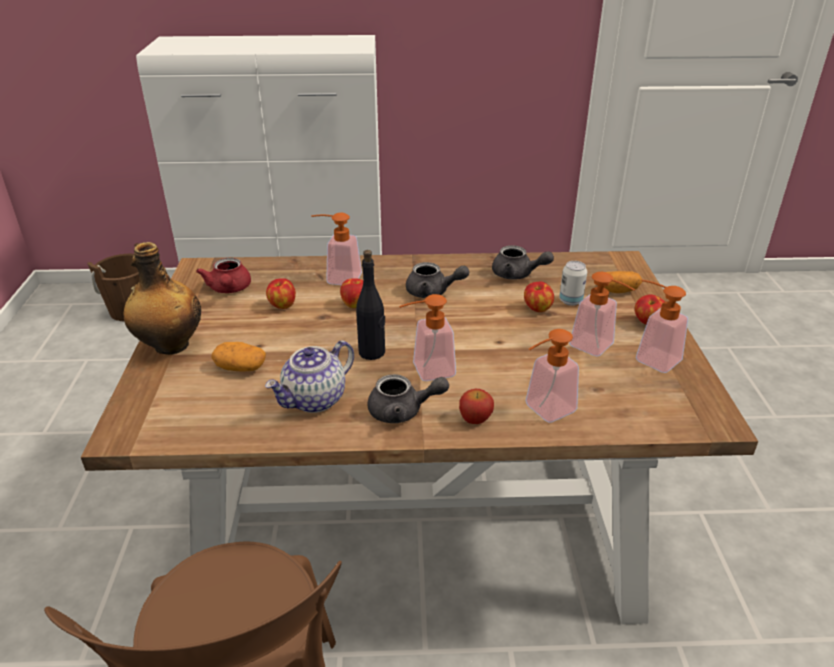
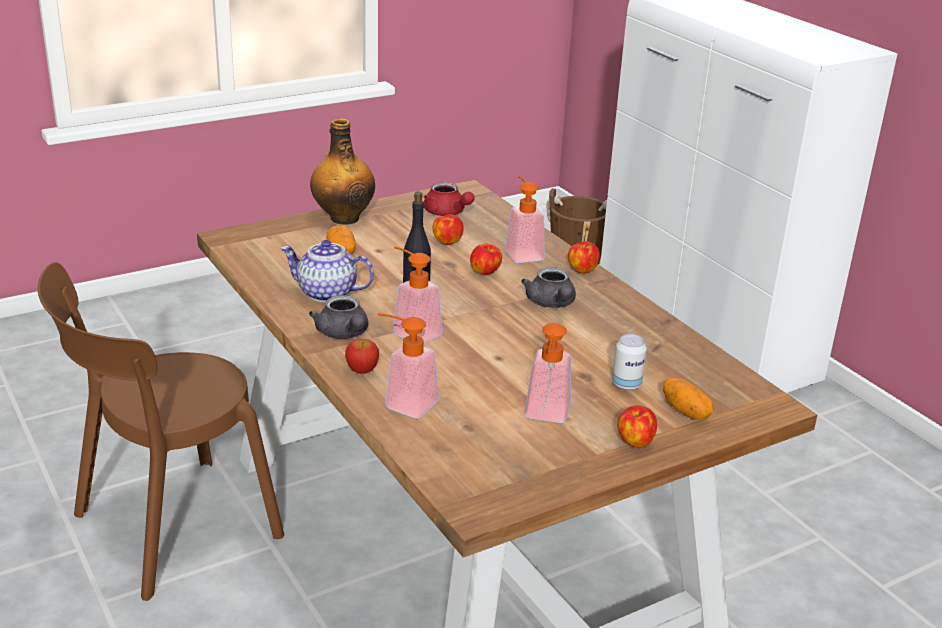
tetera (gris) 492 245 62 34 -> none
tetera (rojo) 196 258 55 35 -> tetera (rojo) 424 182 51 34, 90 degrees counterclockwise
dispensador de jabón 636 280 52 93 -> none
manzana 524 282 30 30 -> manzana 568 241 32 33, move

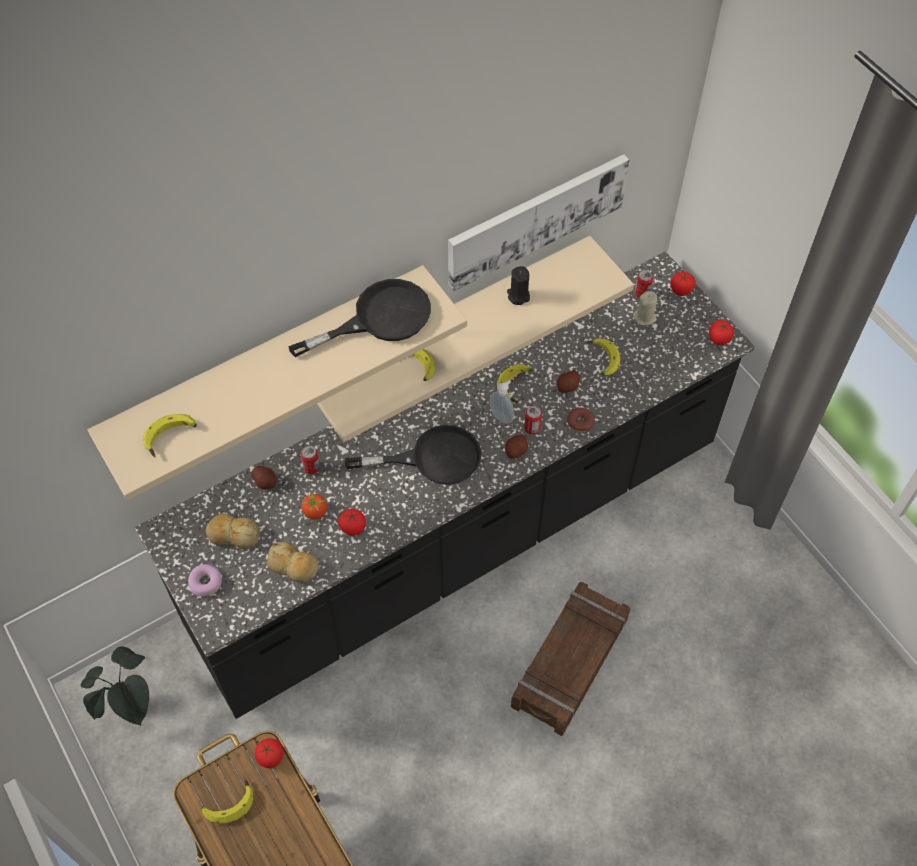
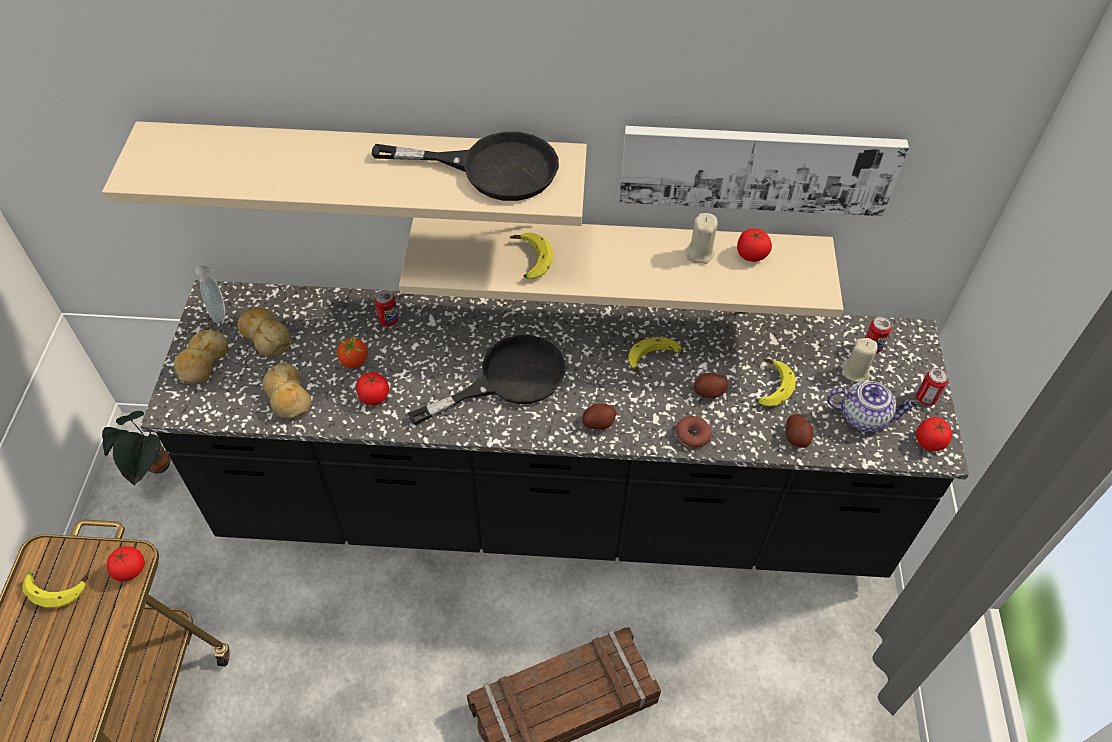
vela (negro) 507 266 23 39 -> vela (beis) 686 213 32 51
tomate 670 272 26 24 -> tomate 737 228 35 34, move
dispensador de jabón 490 380 24 44 -> dispensador de jabón 195 265 30 58, move
lata 524 406 18 29 -> lata 916 368 32 38, move
plátano 143 414 54 44 -> none
sartén (negro) 345 425 136 60 -> sartén (negro) 408 335 158 90, 60 degrees counterclockwise
patata 252 466 24 24 -> patata 786 414 27 34, move
rosquilla 188 564 34 32 -> pan 174 330 54 55
none -> tetera 827 381 90 51

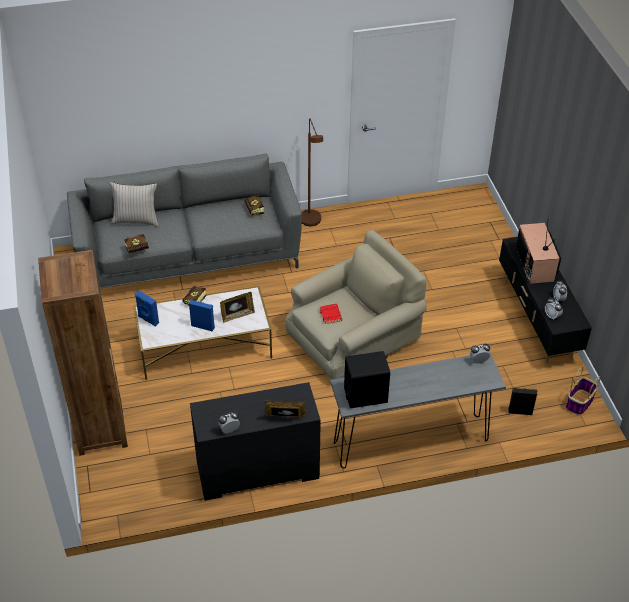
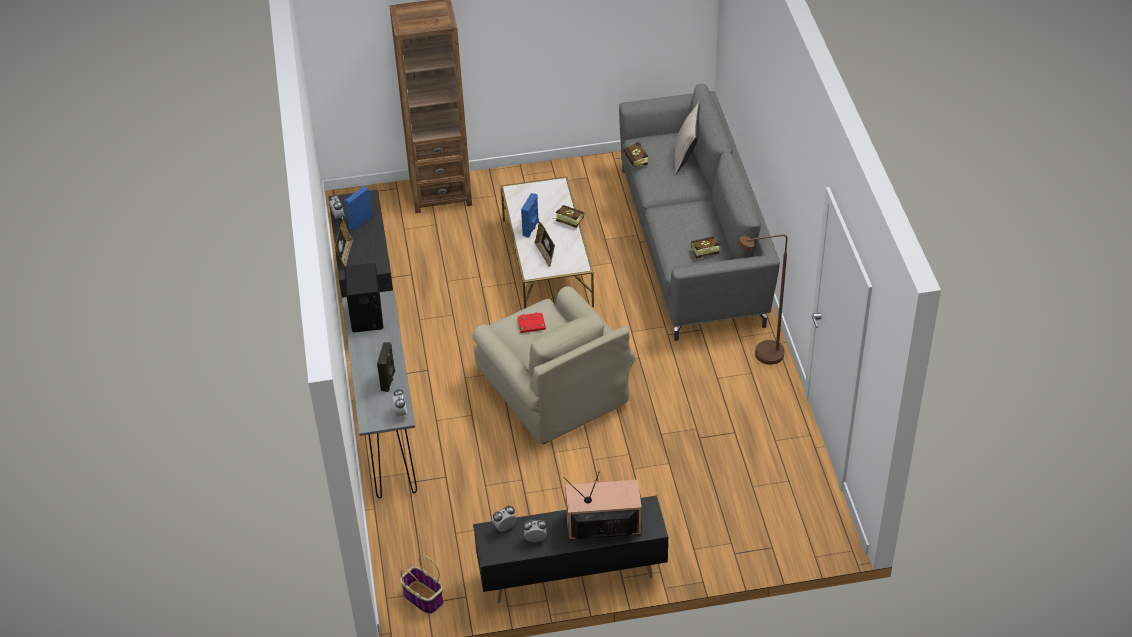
altavoz (azul) 135 291 24 36 -> altavoz (azul) 345 186 27 44, move
altavoz (negro) 508 388 29 27 -> altavoz (negro) 377 342 18 50, move

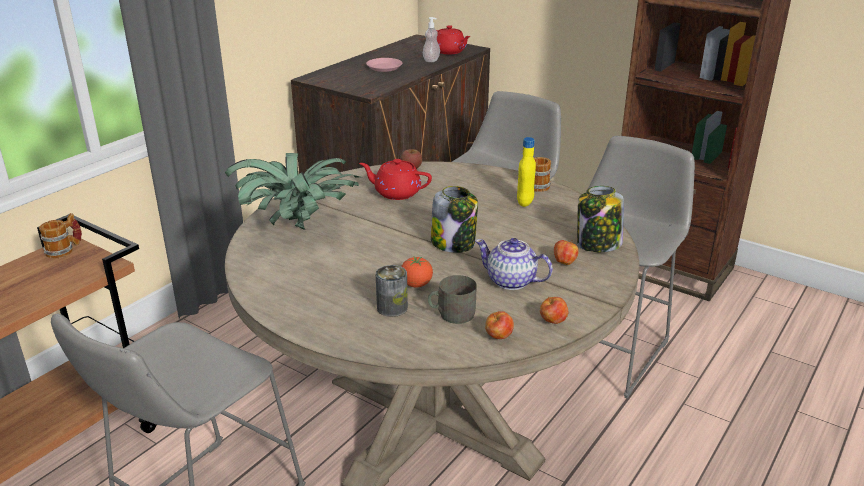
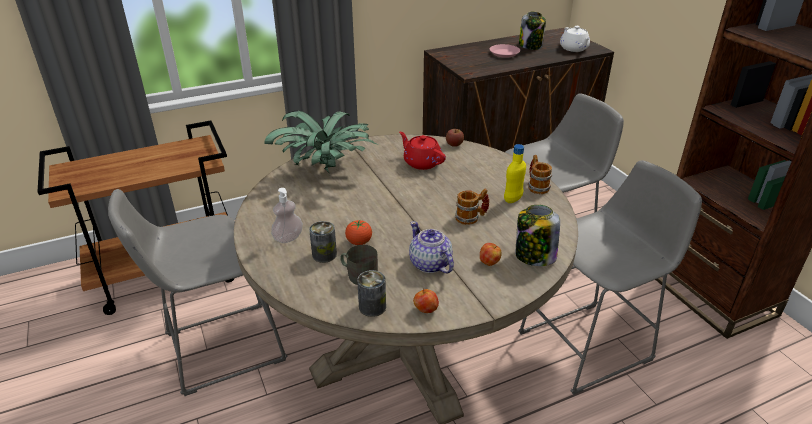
dispensador de jabón 423 17 17 45 -> dispensador de jabón 271 188 32 55, move
tetera (rojo) 437 25 34 29 -> tetera (blanco) 560 26 30 26
tarro 431 186 47 67 -> tarro 519 11 27 39, move
taza grande 39 213 43 46 -> taza grande 455 189 34 36, move
manzana 485 311 29 28 -> lata 357 270 29 47

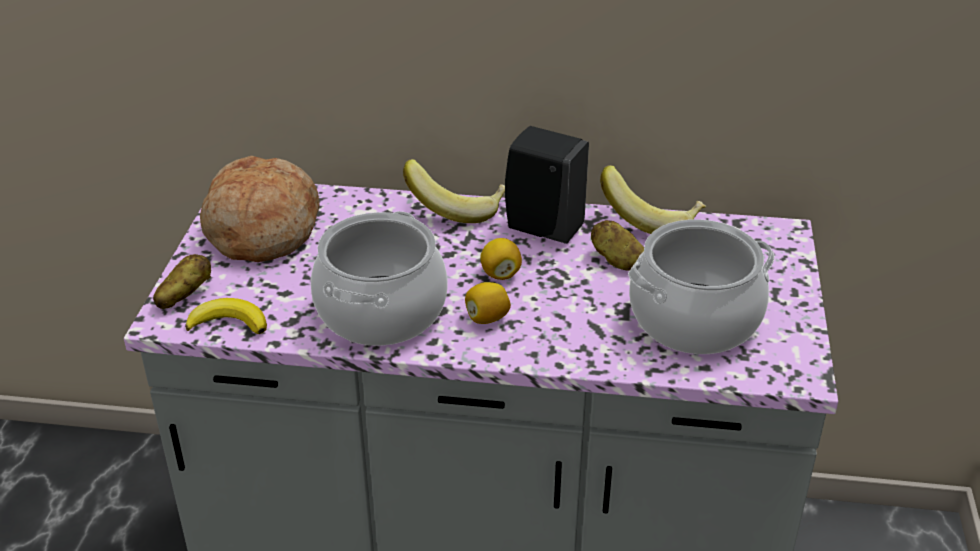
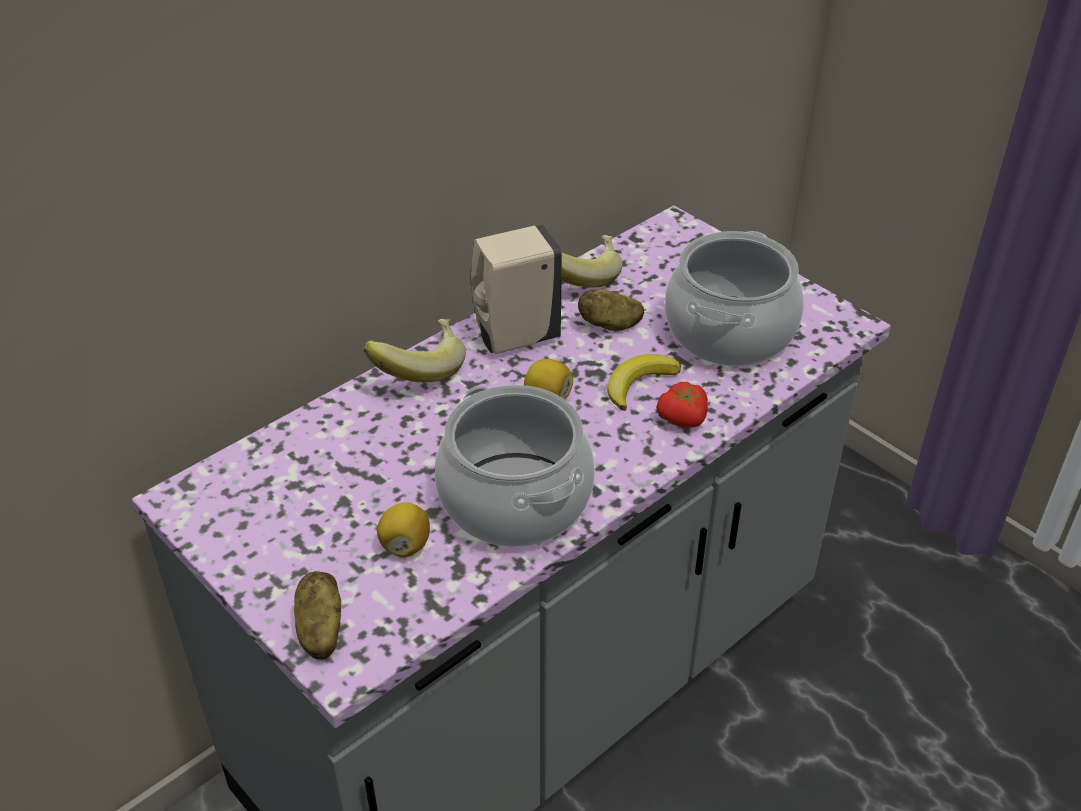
dispensador de jabón (negro) 505 126 84 118 -> dispensador de jabón (beis) 471 225 91 129
pan 200 156 120 106 -> none
limón 465 282 46 42 -> limón 377 502 53 55, move
plátano 185 298 82 36 -> plátano 607 354 74 57, move
none -> tomate 656 382 52 46

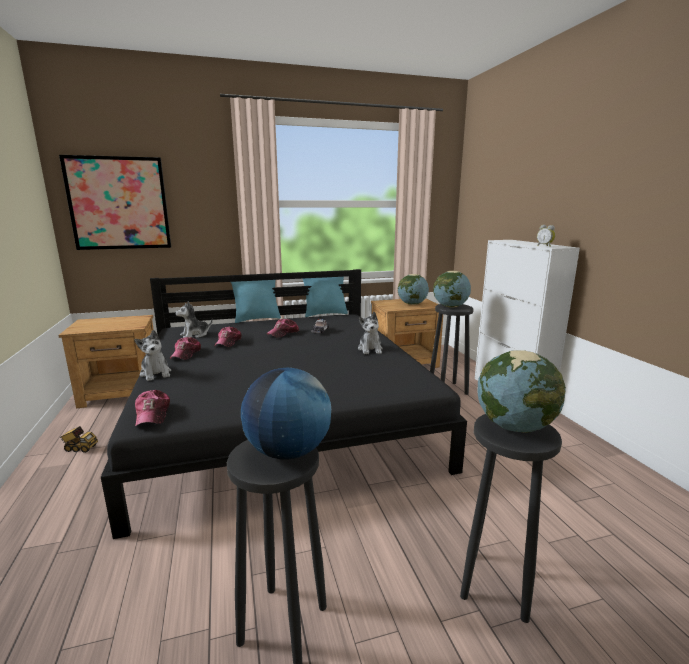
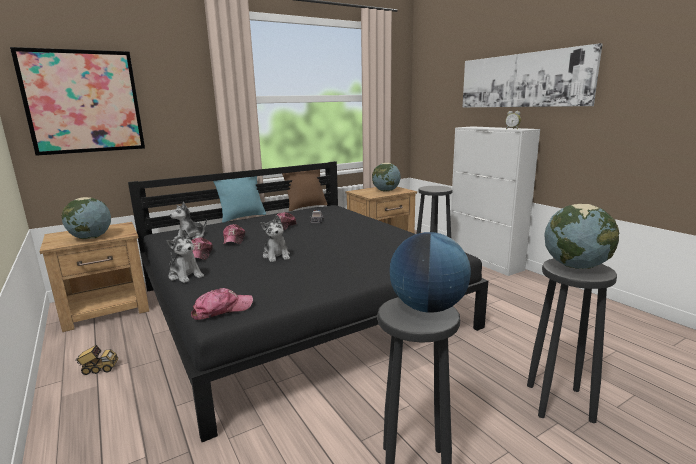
globo terráqueo 433 271 38 36 -> globo terráqueo 61 197 50 43, move
cojín (turquesa) 303 277 45 40 -> cojín (marrón) 282 169 46 42
peluche 358 312 25 42 -> peluche 261 215 29 47, move
gorra 135 390 35 36 -> gorra 191 288 62 32, 90 degrees counterclockwise
none -> cuadro 463 43 140 64

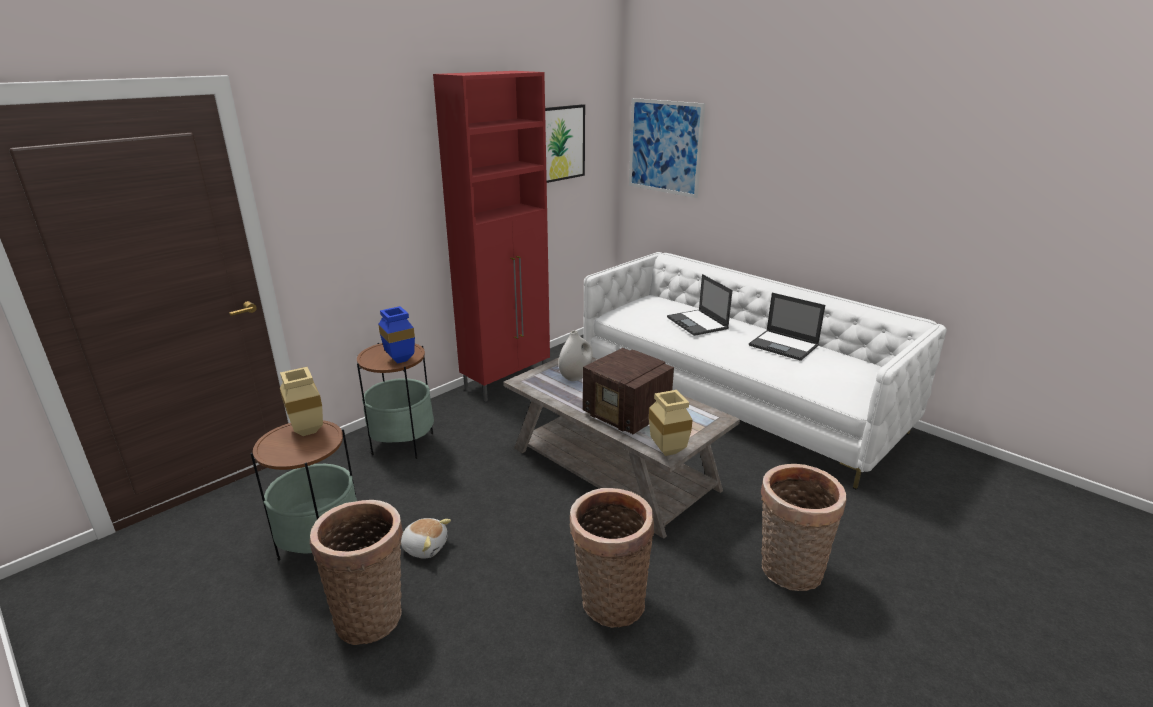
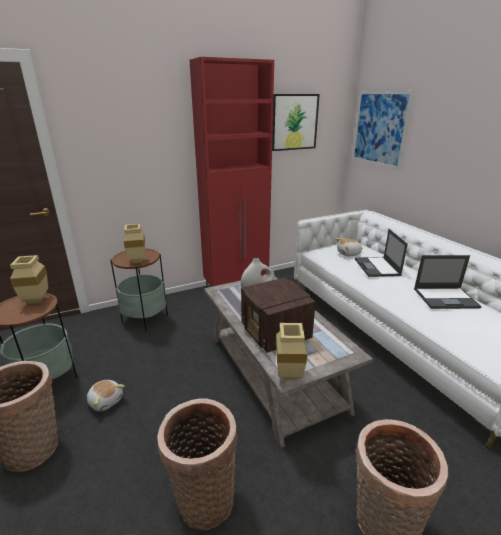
portátil 749 293 76 68 -> portátil 414 255 68 54, 60 degrees counterclockwise
florero (azul) 378 306 37 58 -> florero (beis) 124 223 21 40
none -> peluche 336 238 27 18

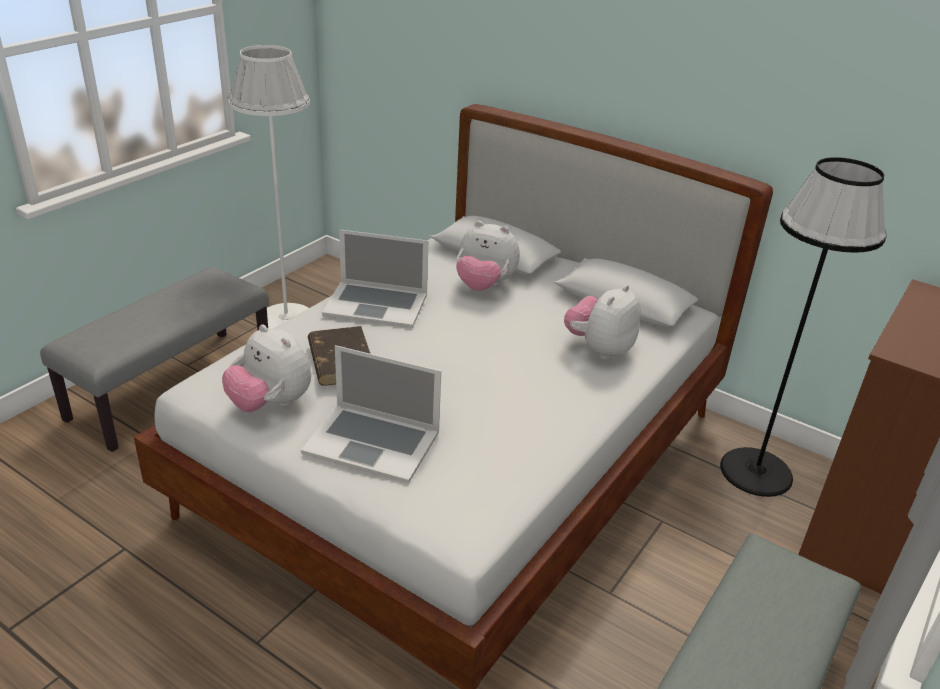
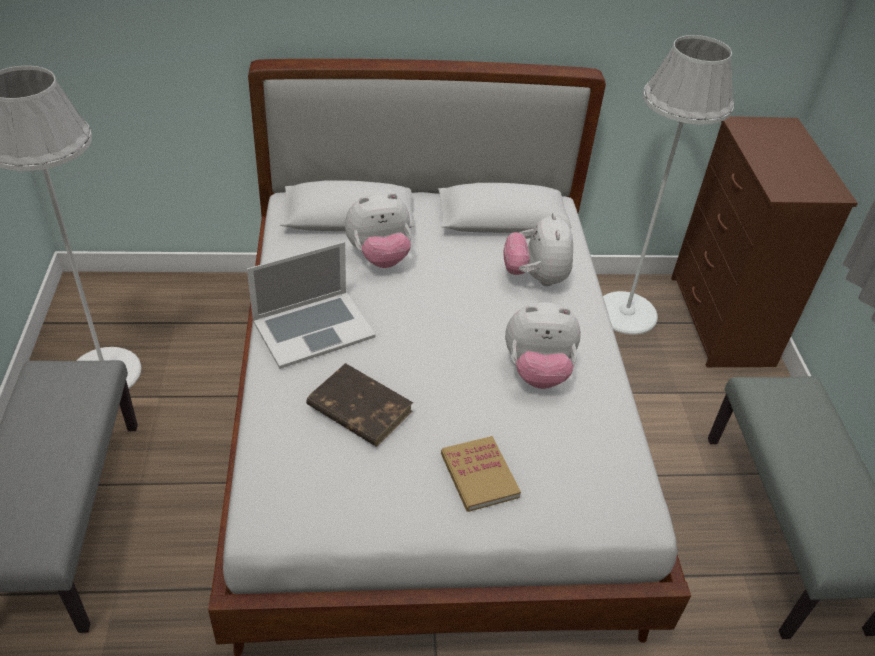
lámpara de pie (negro) 720 157 167 340 -> lámpara de pie (blanco) 603 35 131 300
peluche 222 325 89 87 -> peluche 505 302 76 87, move
portátil 301 345 140 138 -> libro 441 436 80 76

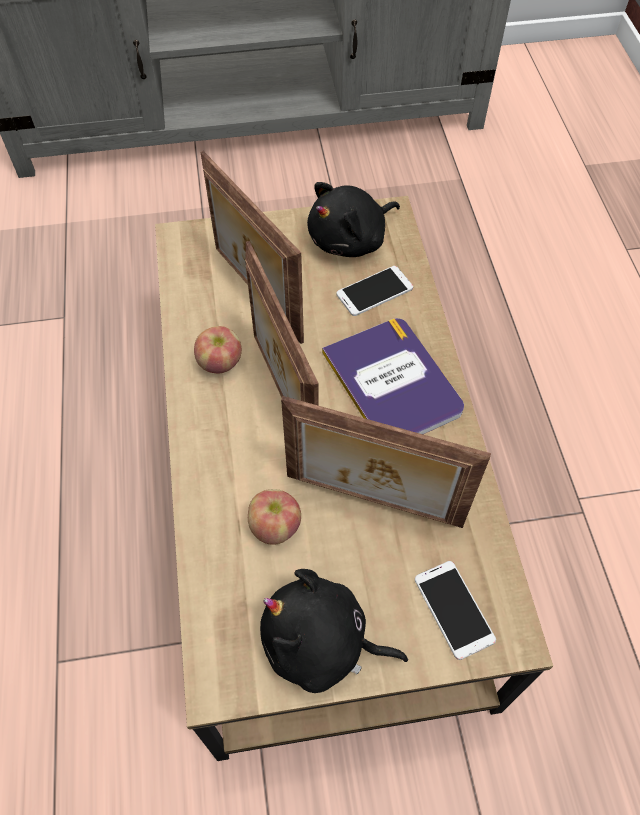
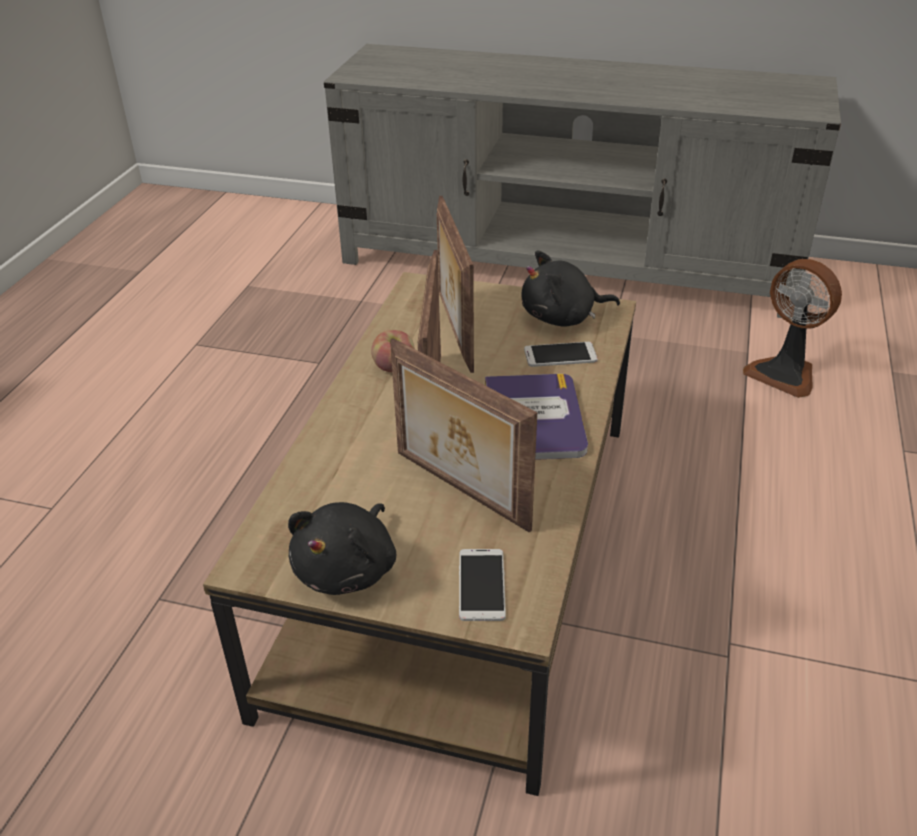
manzana 248 489 53 56 -> none
peluche (negro) 260 569 148 124 -> peluche (negro) 288 502 108 93, 105 degrees counterclockwise
none -> ventilador 743 259 99 139

